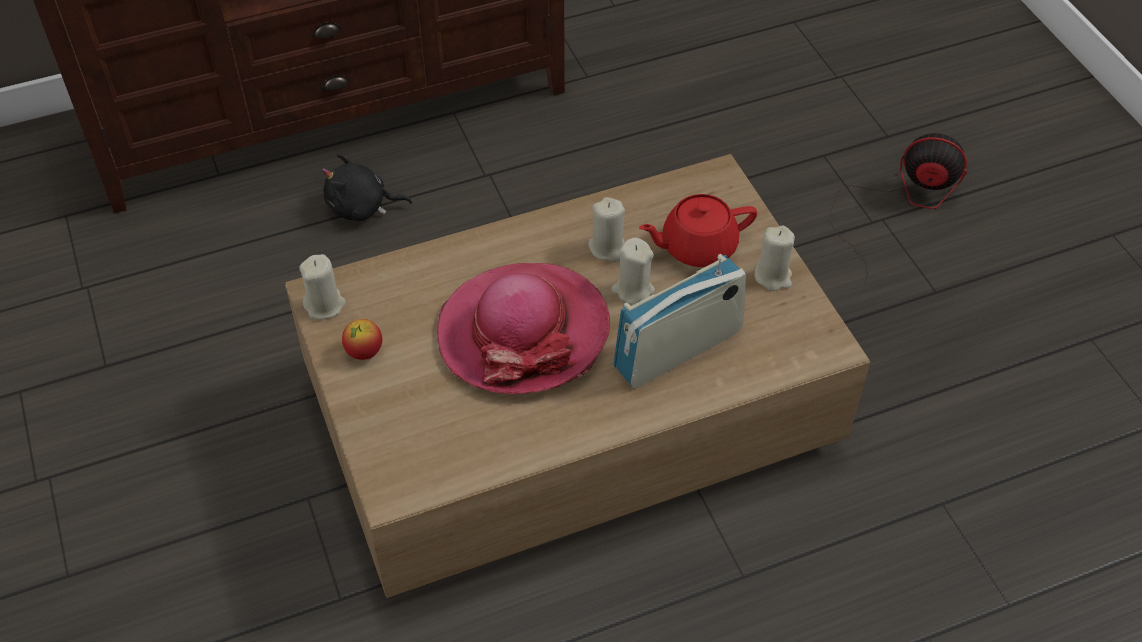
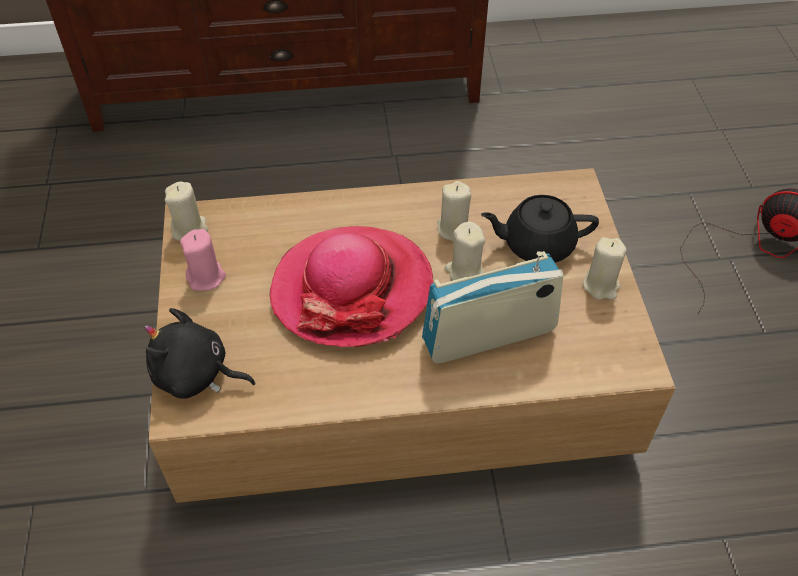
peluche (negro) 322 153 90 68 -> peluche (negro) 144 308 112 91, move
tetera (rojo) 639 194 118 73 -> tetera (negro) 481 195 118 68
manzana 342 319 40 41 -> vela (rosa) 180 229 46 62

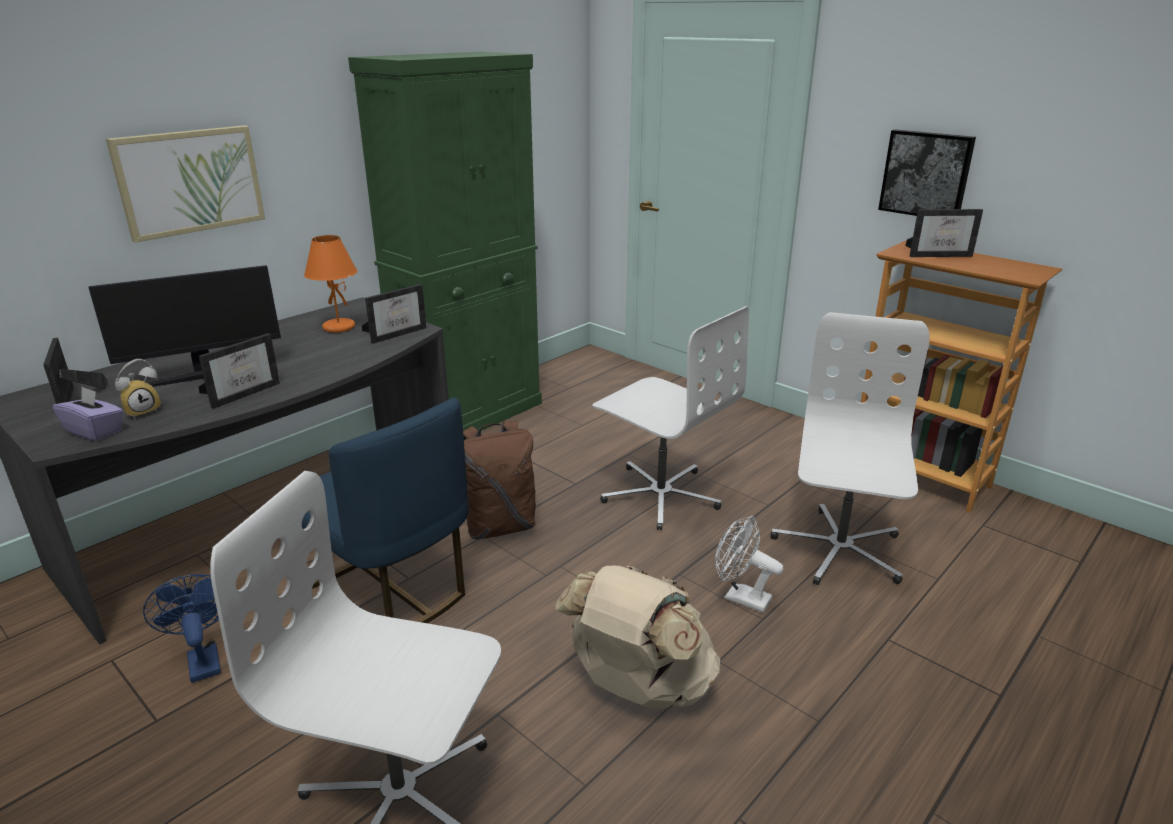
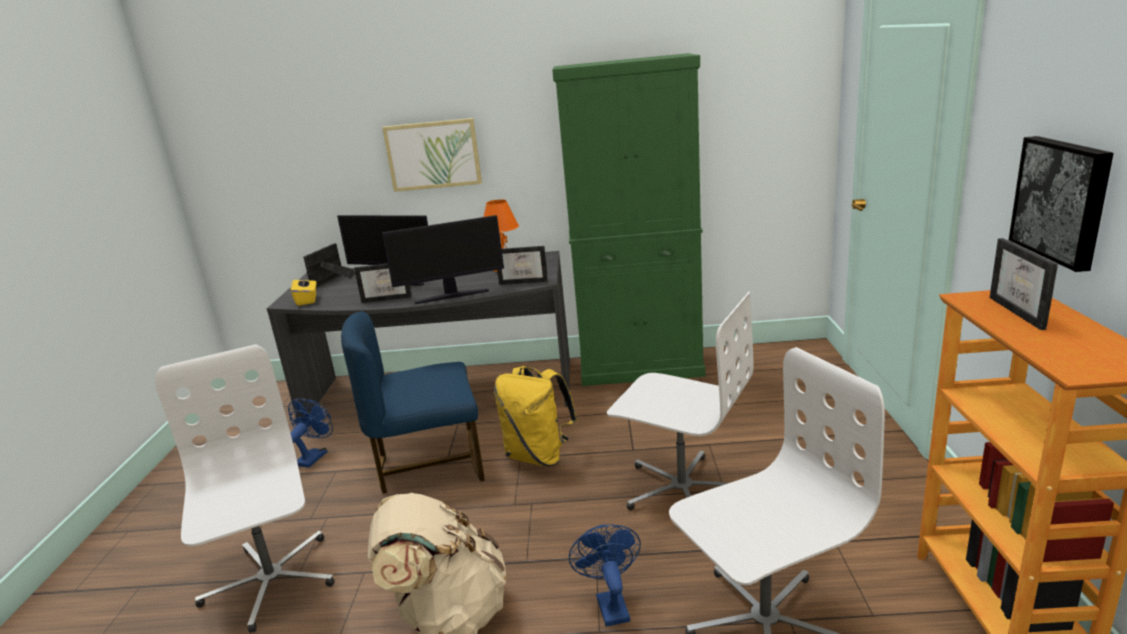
portarretratos 905 209 78 48 -> portarretratos 990 238 68 92, 45 degrees clockwise
silla de oficina (blanco) 592 306 157 224 -> silla de oficina (blanco) 607 292 146 218, 60 degrees counterclockwise
despertador 115 359 46 60 -> none
caja de pañuelos (morado) 53 387 70 54 -> caja de pañuelos (amarillo) 291 274 25 32
silla (azul) 302 397 167 226 -> silla (azul) 341 312 144 182, 75 degrees clockwise
mochila (marrón) 463 420 73 120 -> mochila (amarillo) 494 366 84 100
ventilador (blanco) 715 515 68 98 -> ventilador (azul) 569 524 72 103
none -> monitor 382 215 122 89

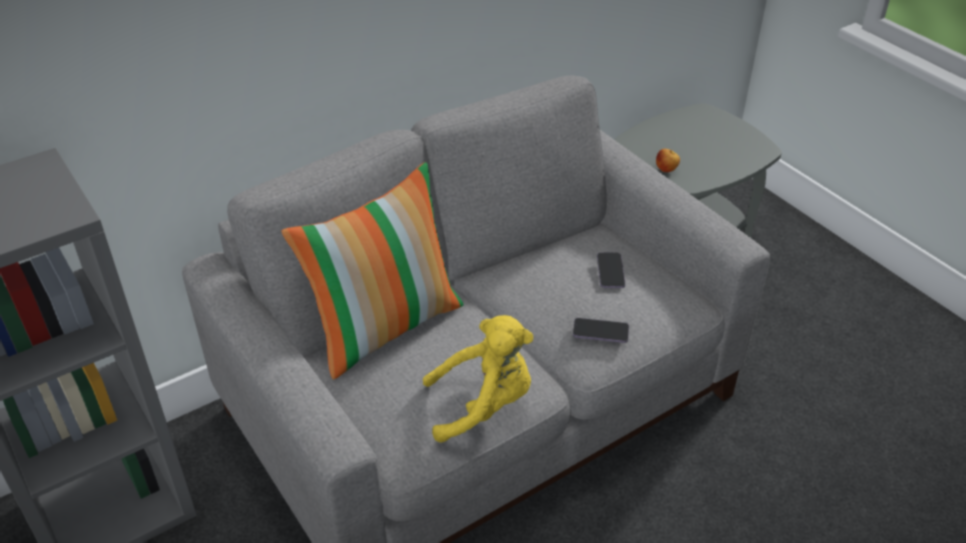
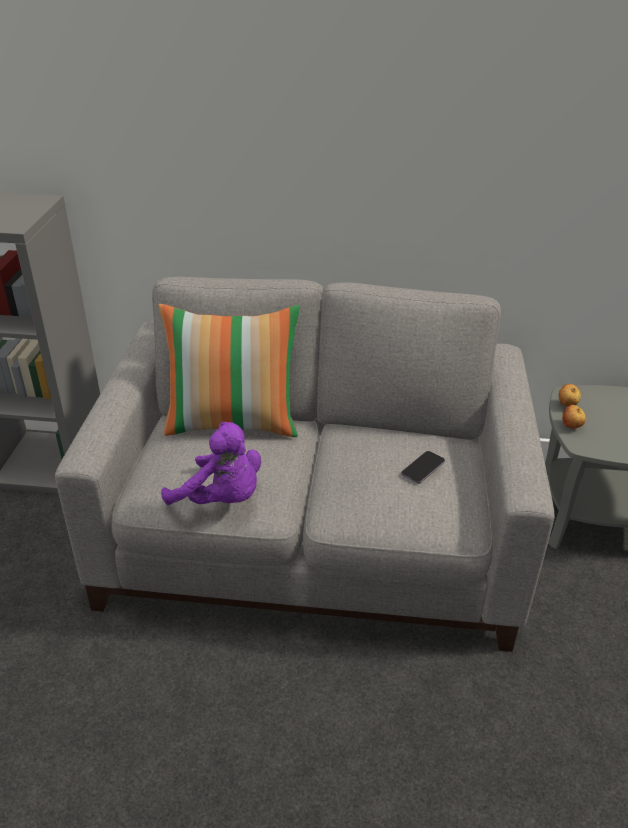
peluche (amarillo) 423 315 110 128 -> peluche (morado) 161 422 100 83
móvil 573 318 56 25 -> none
none -> manzana 559 384 22 23

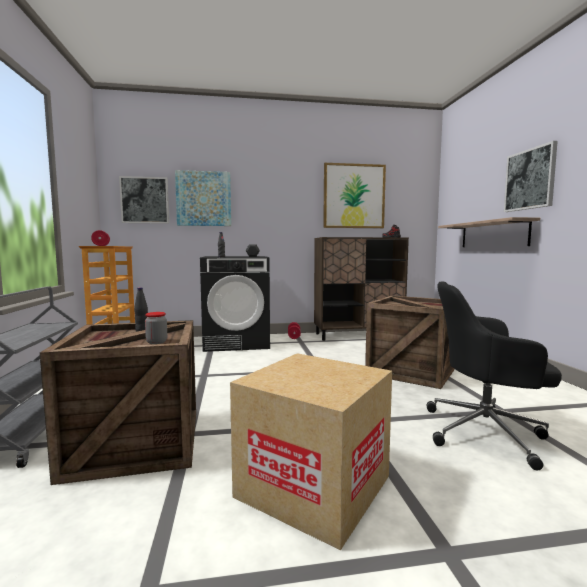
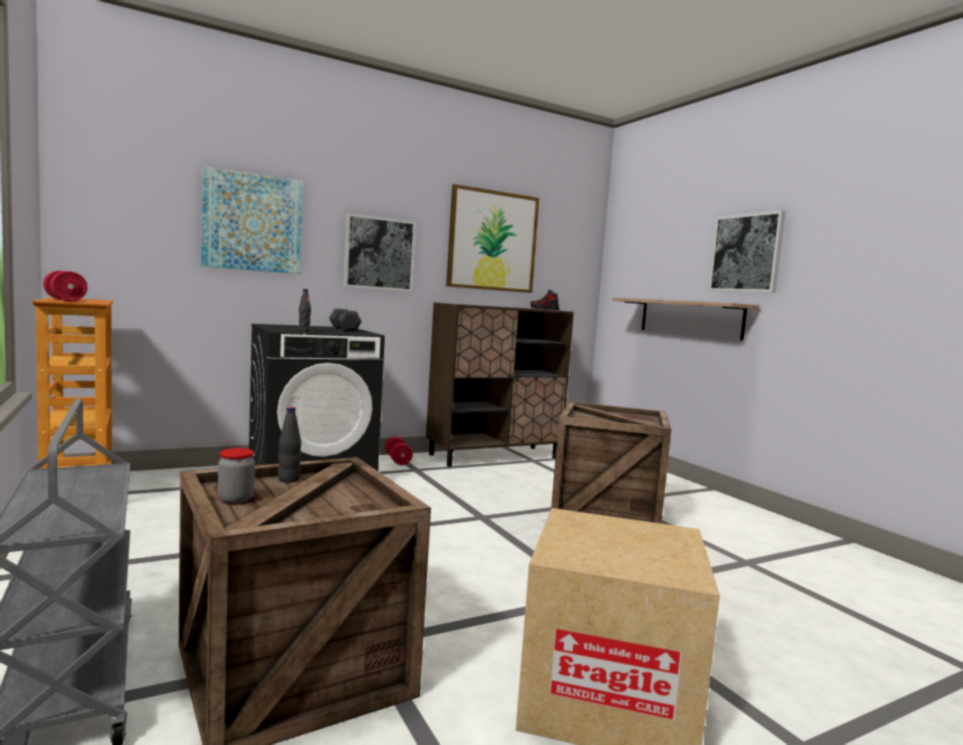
cuadro 119 176 50 48 -> cuadro 343 213 73 78, move
silla de oficina (negro) 426 282 136 188 -> none
tarro 145 312 22 32 -> tarro 218 448 37 56, move

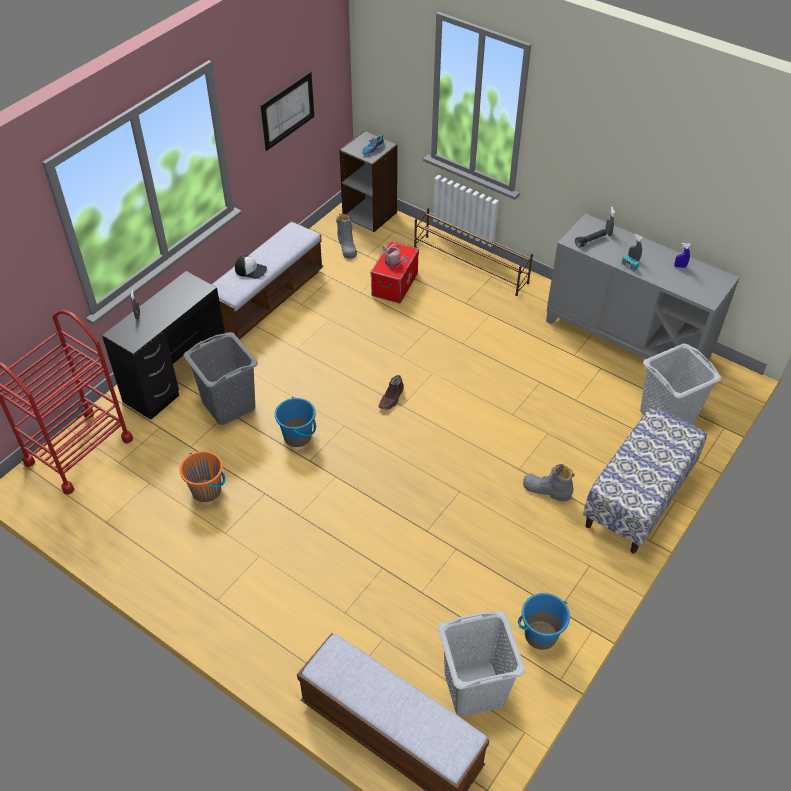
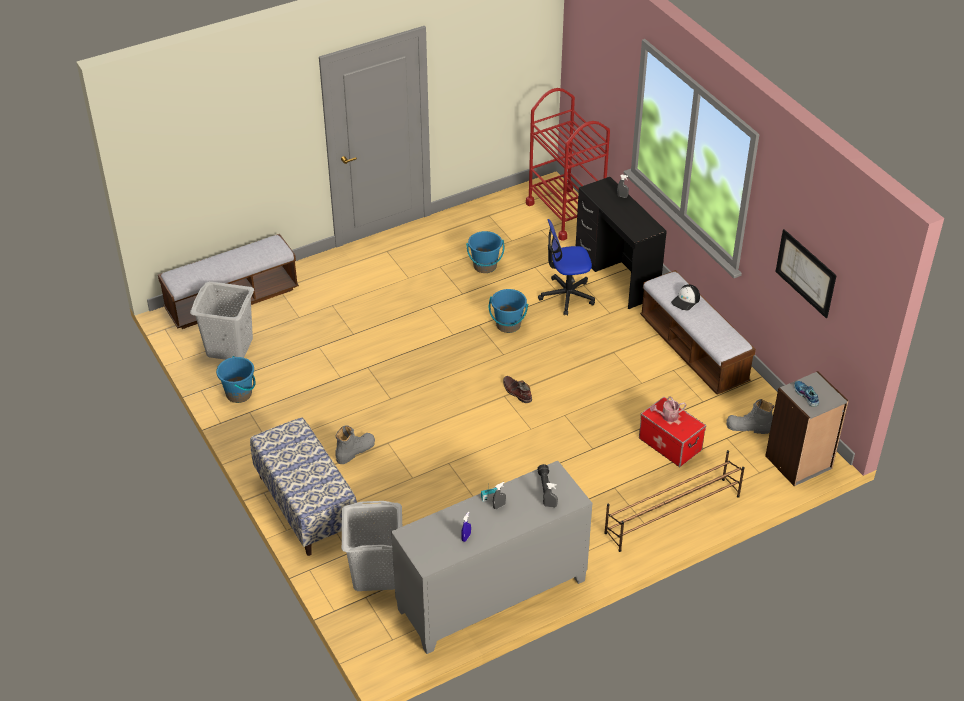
cesto de la ropa (gris) 183 332 75 93 -> silla de oficina 538 219 57 97
cubo (naranja) 179 451 47 51 -> cubo (azul) 466 231 38 42

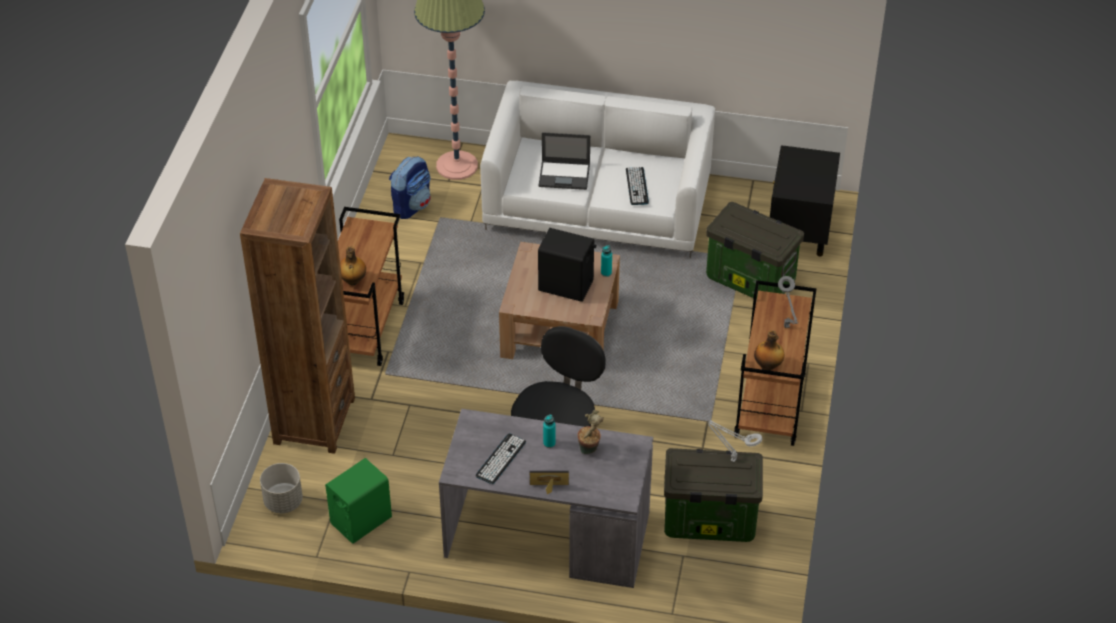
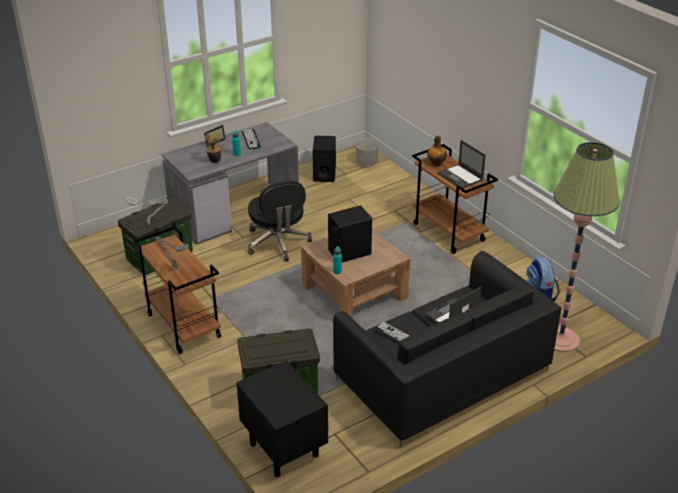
sofá (blanco) 480 81 235 177 -> sofá (negro) 333 251 229 196
estantería (marrón) 240 178 115 276 -> none
botella 754 330 30 41 -> none
altavoz (verde) 325 458 67 86 -> altavoz (negro) 313 136 23 46
none -> portátil 437 140 49 48

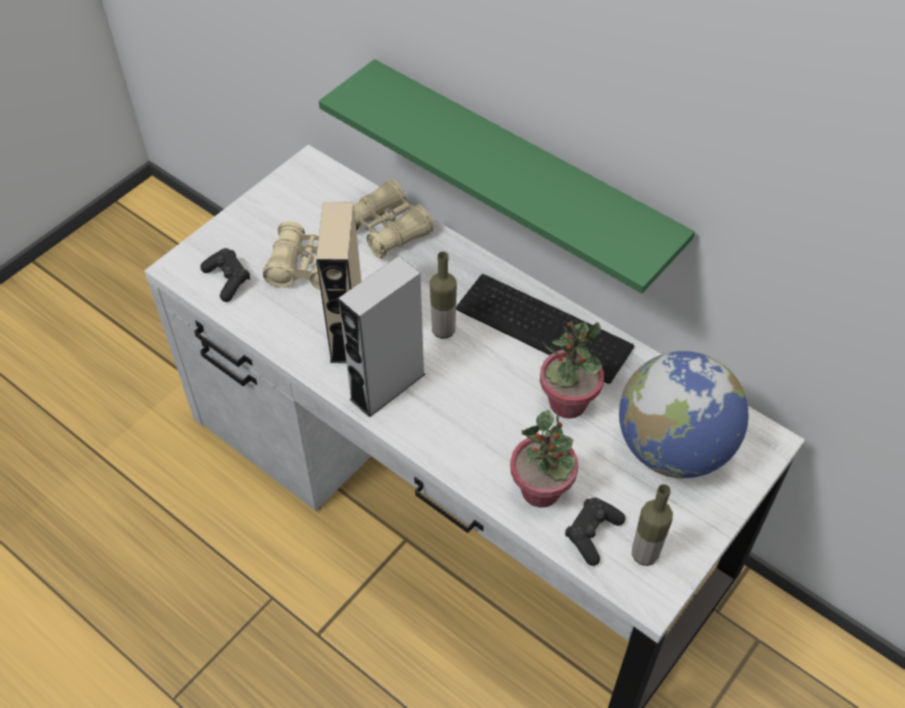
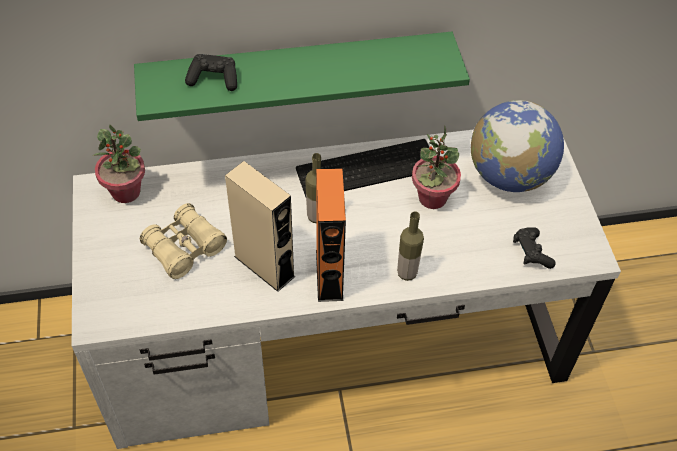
prismáticos (beis) 354 179 80 79 -> none
mando de consola (negro) 200 248 50 54 -> mando de consola (negro) 185 54 52 37, move
altavoz (gris) 338 256 87 162 -> altavoz (naranja) 316 168 30 134
planta en maceta 510 410 68 98 -> planta en maceta 93 124 52 79, move
botella 632 484 41 82 -> botella 397 211 27 70, move

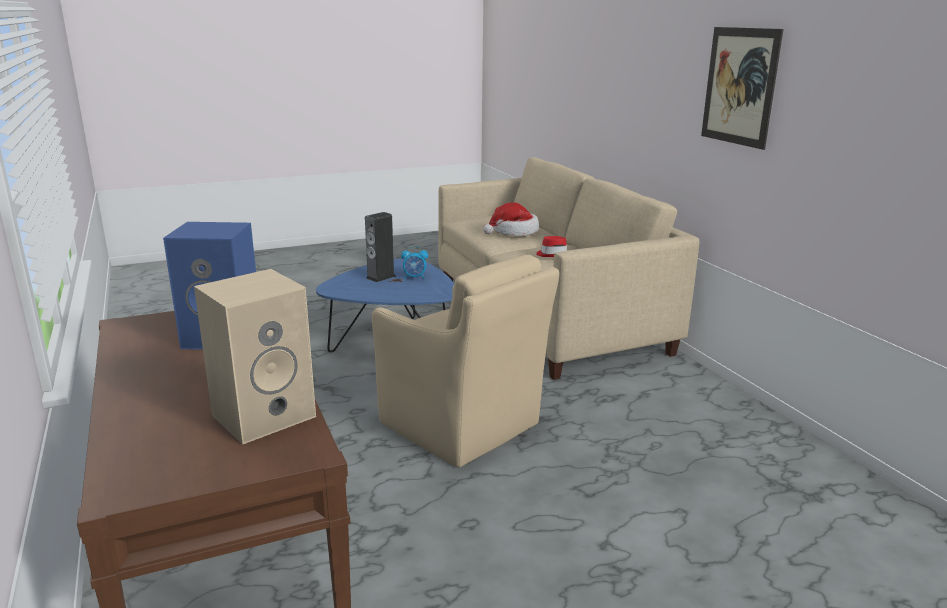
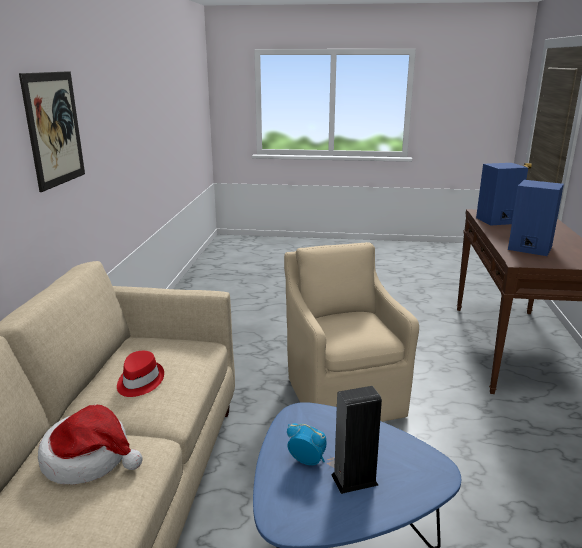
altavoz (beis) 194 269 122 176 -> altavoz (azul) 476 163 52 63

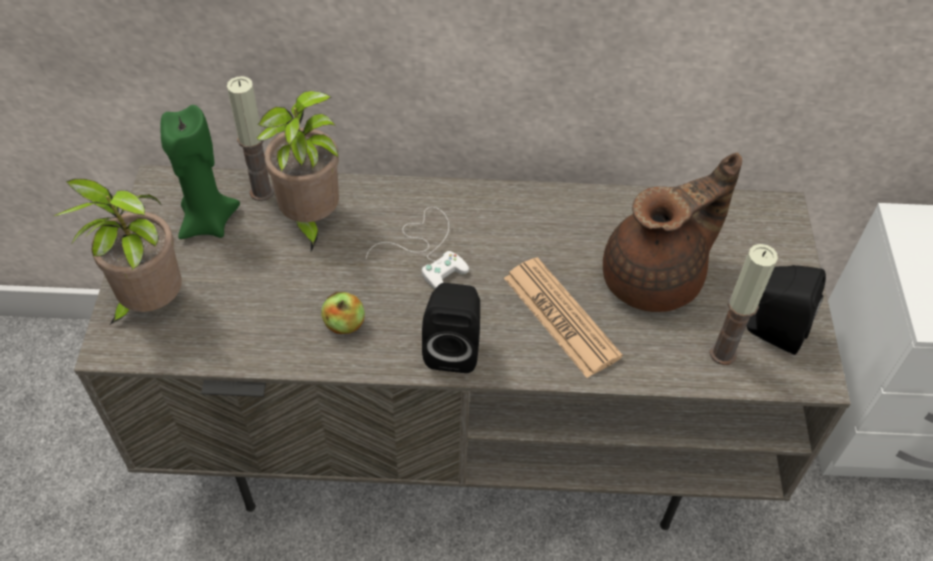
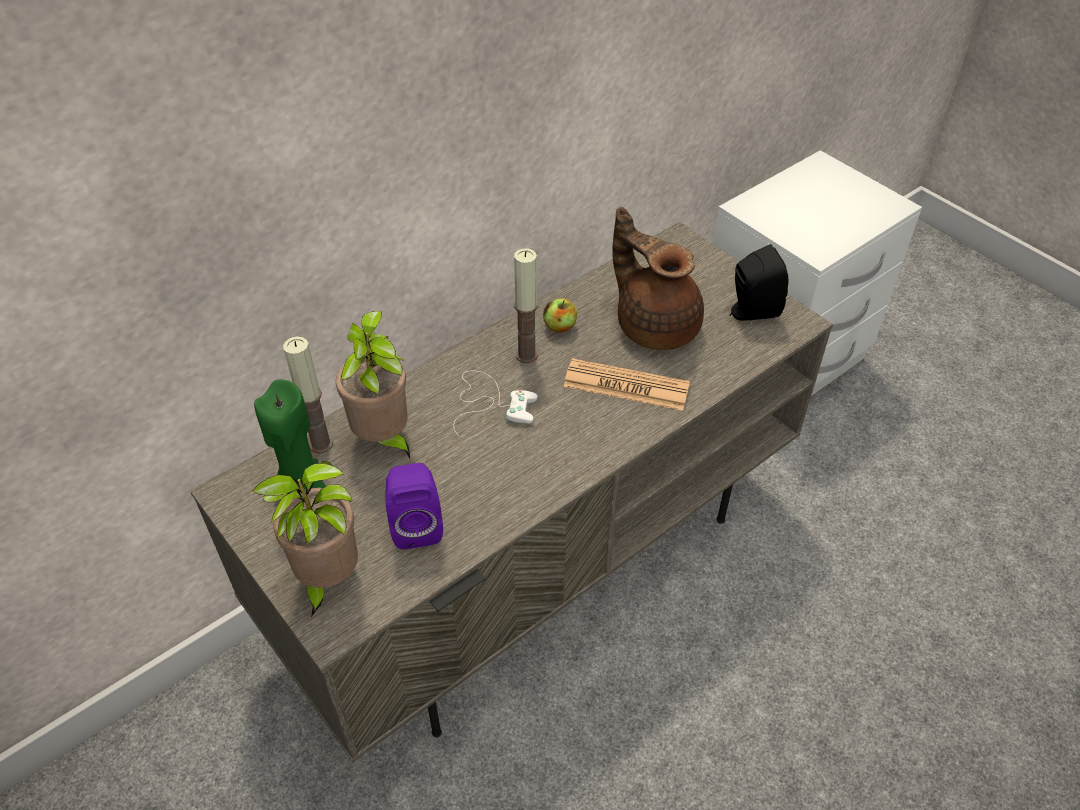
tetera (marrón) 603 153 139 159 -> tetera (marrón) 612 207 92 143, 60 degrees counterclockwise
vela 709 244 69 121 -> vela 514 248 24 115, move
altavoz (negro) 422 283 58 90 -> none
manzana 321 292 44 42 -> manzana 543 298 34 35, move
none -> altavoz (morado) 386 463 57 86

